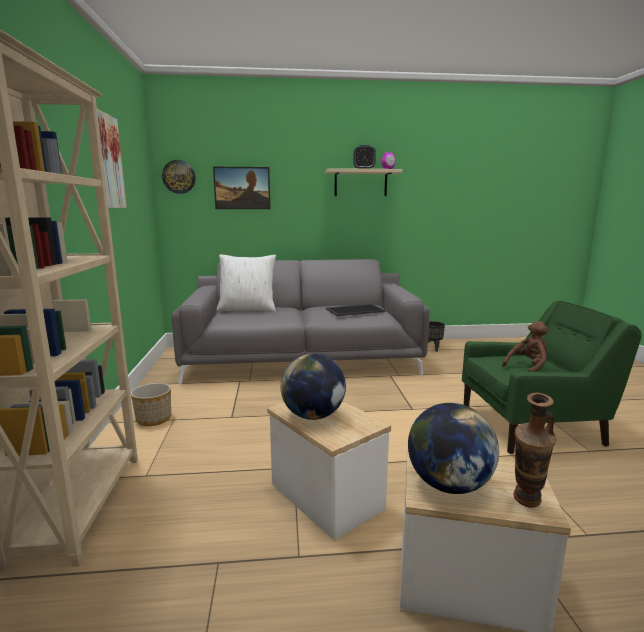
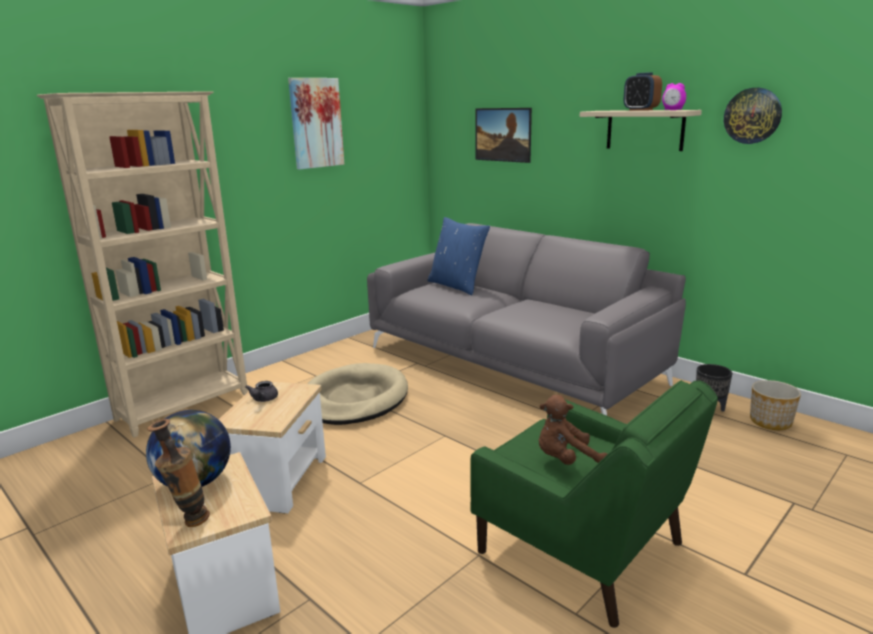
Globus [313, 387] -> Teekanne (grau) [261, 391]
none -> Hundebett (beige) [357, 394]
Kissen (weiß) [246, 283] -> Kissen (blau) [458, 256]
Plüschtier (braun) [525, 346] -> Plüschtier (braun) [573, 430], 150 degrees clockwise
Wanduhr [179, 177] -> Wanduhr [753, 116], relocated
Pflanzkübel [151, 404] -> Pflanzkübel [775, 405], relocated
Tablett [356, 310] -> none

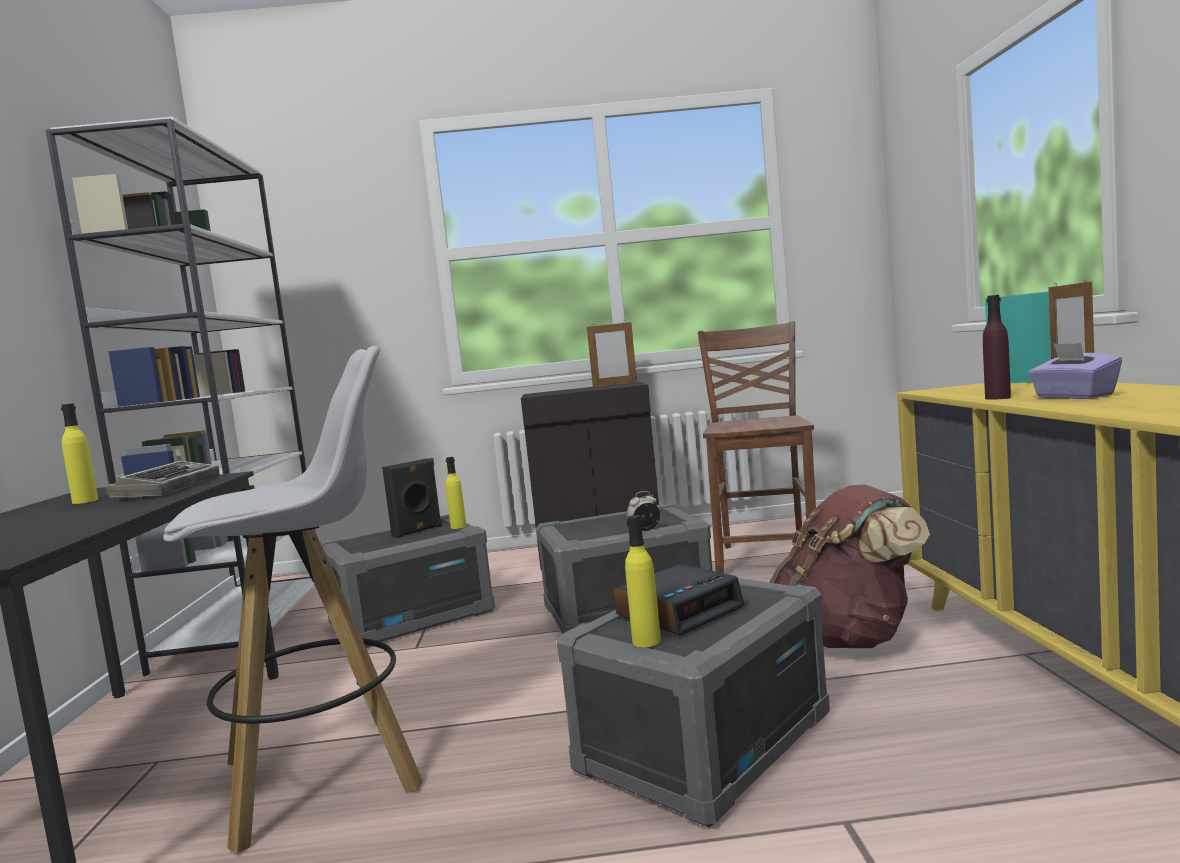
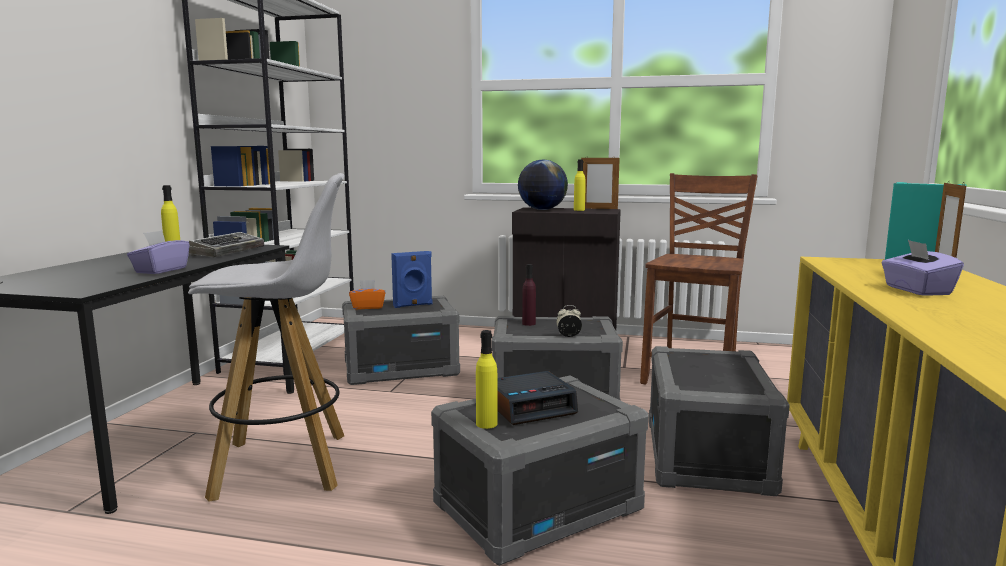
none -> Taschentuchbox (lila) [158, 252]
none -> Taschentuchbox (orange) [367, 294]
Lautsprecher (schwarz) [412, 498] -> Lautsprecher (blau) [412, 279]
none -> Globus [543, 184]
Flasche (lila) [997, 347] -> Flasche (lila) [529, 295], relocated
Flasche (gelb) [456, 493] -> Flasche (gelb) [580, 185], relocated
Rucksack (braun) [849, 566] -> Aufbewahrungsbox (grau) [719, 421]

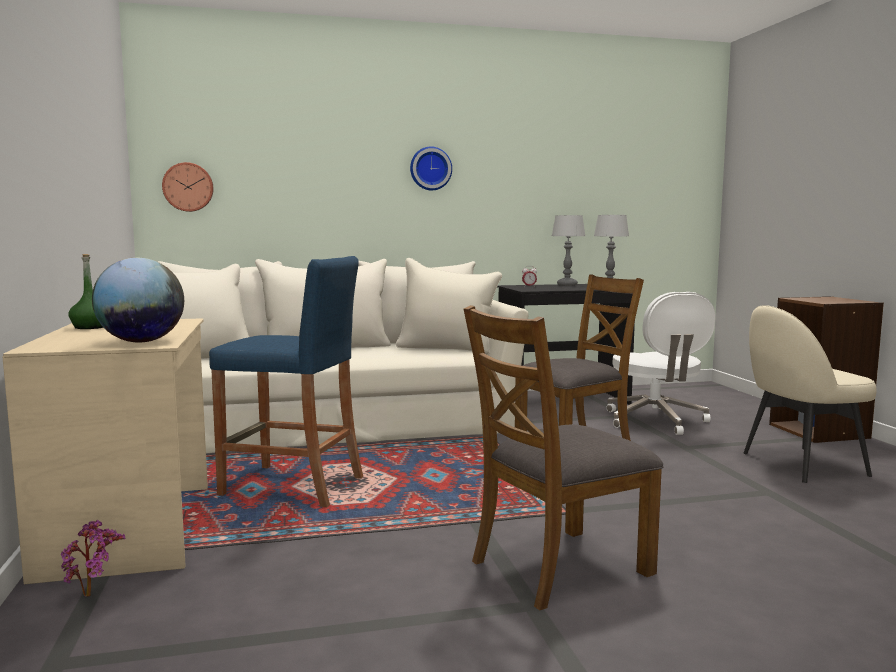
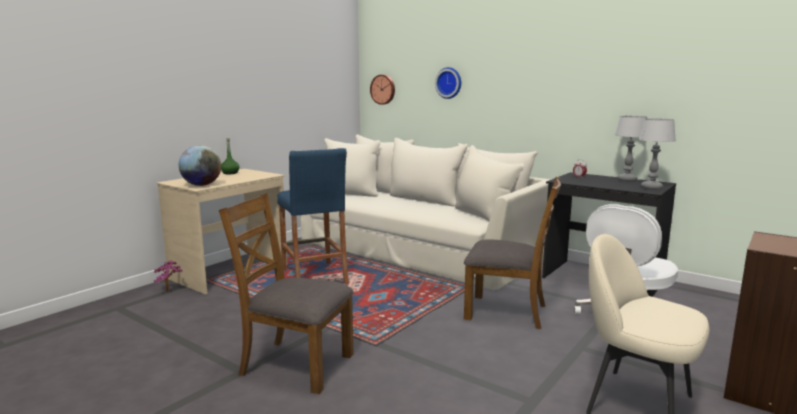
Wanduhr [431, 168] -> Wanduhr [448, 83], relocated

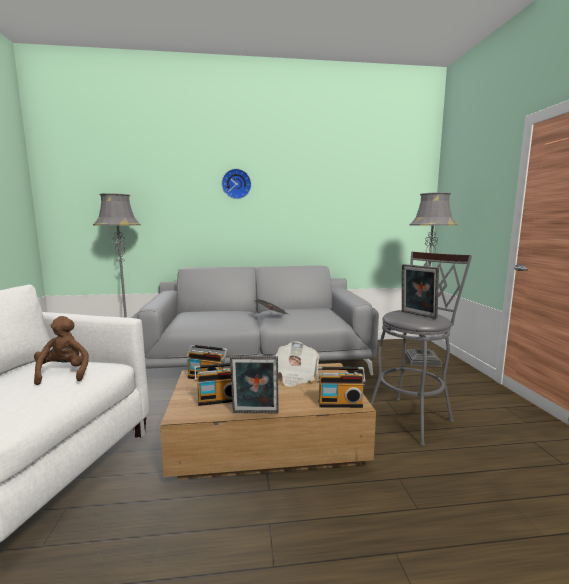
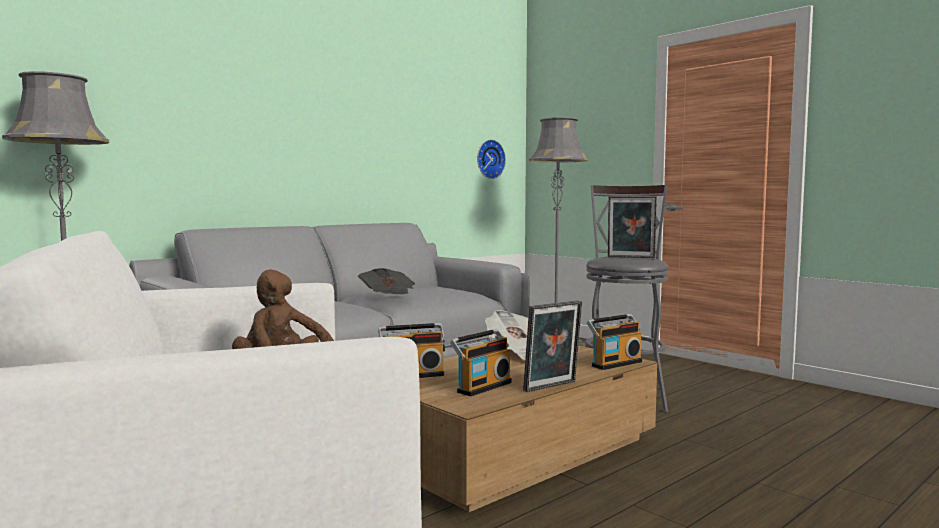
Wanduhr [236, 184] -> Wanduhr [491, 159], relocated

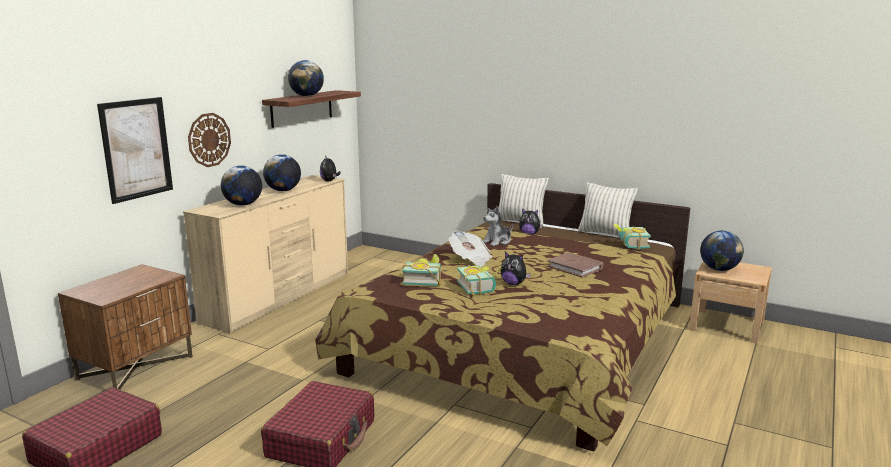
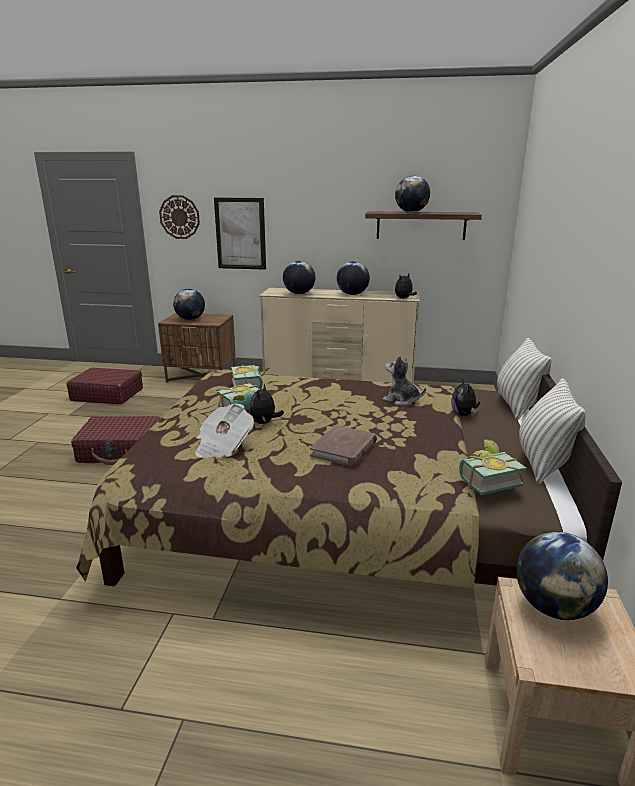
Wanduhr [209, 140] -> Wanduhr [179, 217], relocated
none -> Globus [189, 304]
Zeitung [470, 248] -> Zeitung [224, 430], relocated

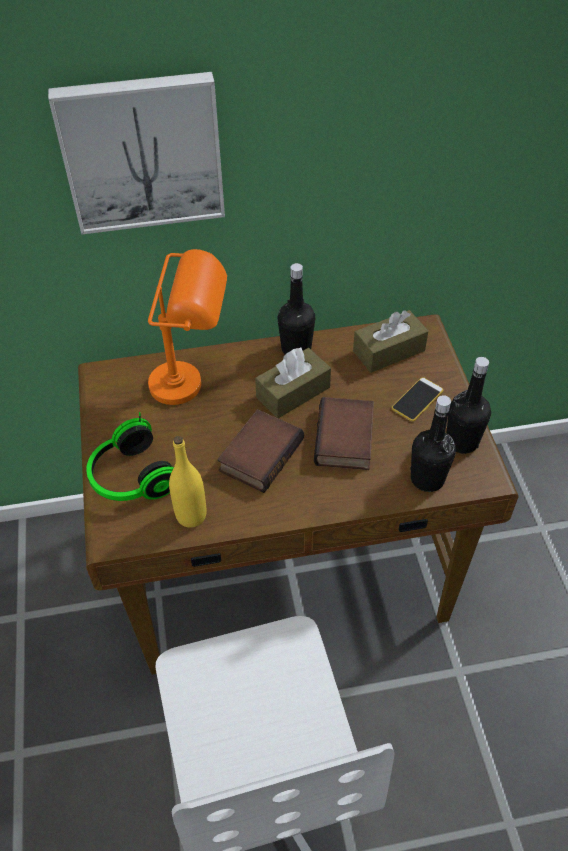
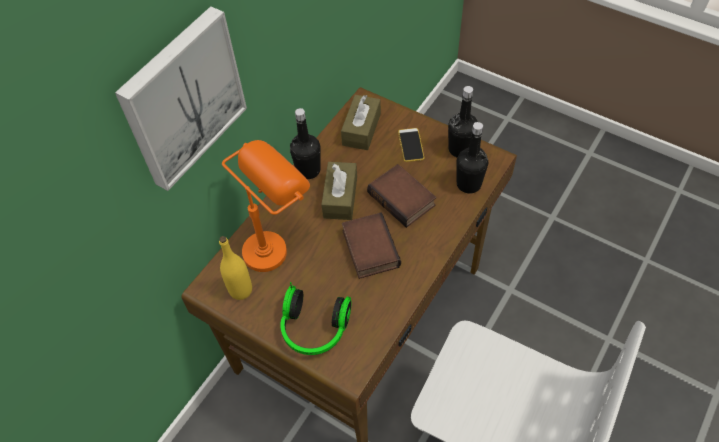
Flasche (gelb) [187, 482] -> Flasche (gelb) [235, 268], relocated

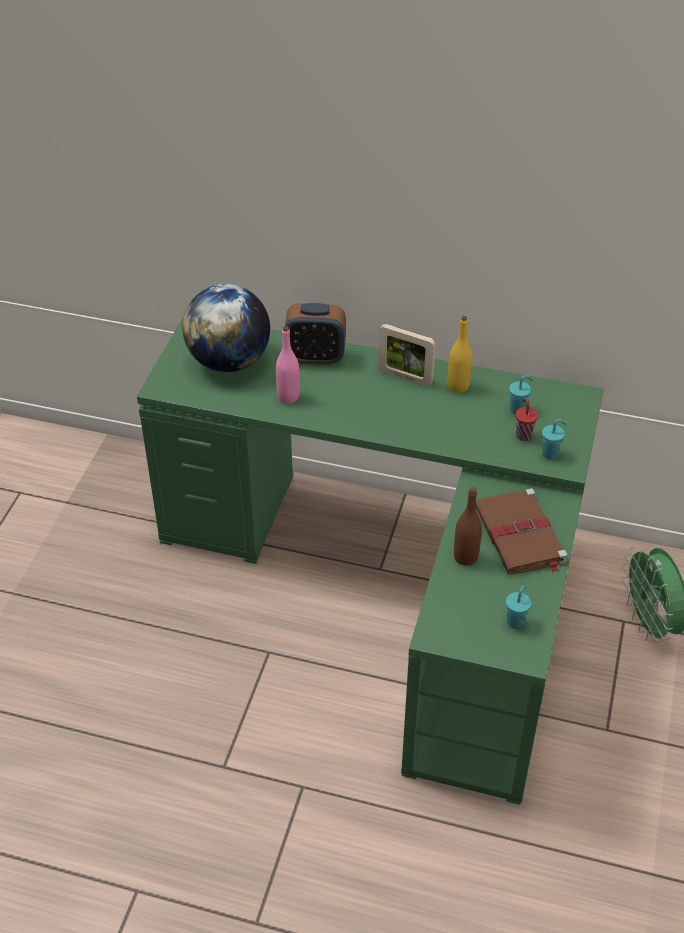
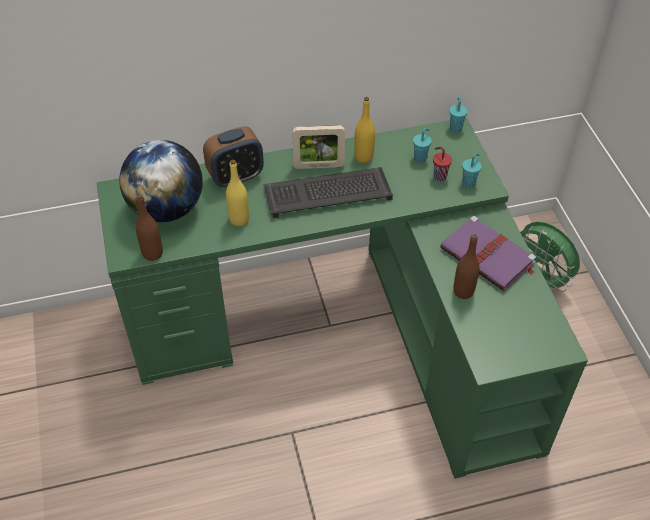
none -> Flasche (braun) [149, 227]
Flasche (rosa) [288, 365] -> Flasche (gelb) [237, 193]
none -> Tastatur [328, 192]
Buch (braun) [521, 531] -> Buch (lila) [488, 253]
Tasse (türkis) [518, 607] -> Tasse (türkis) [458, 115], relocated

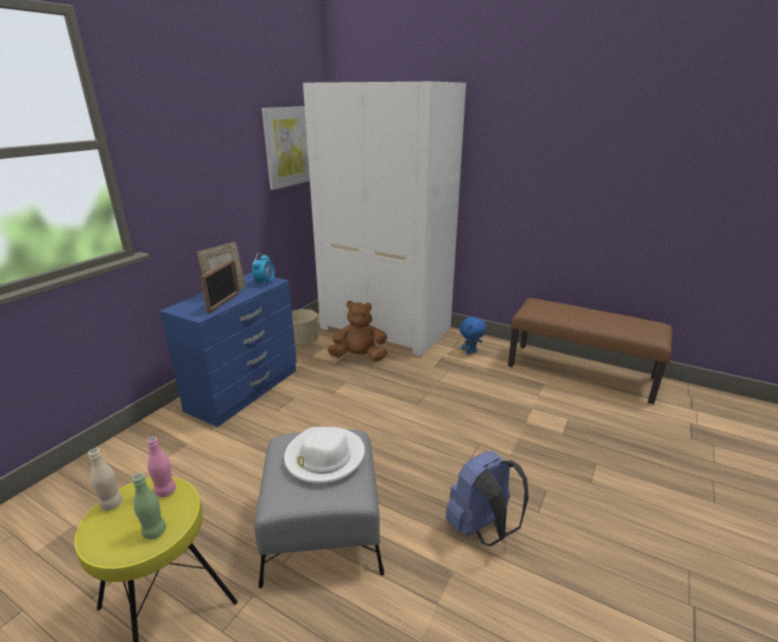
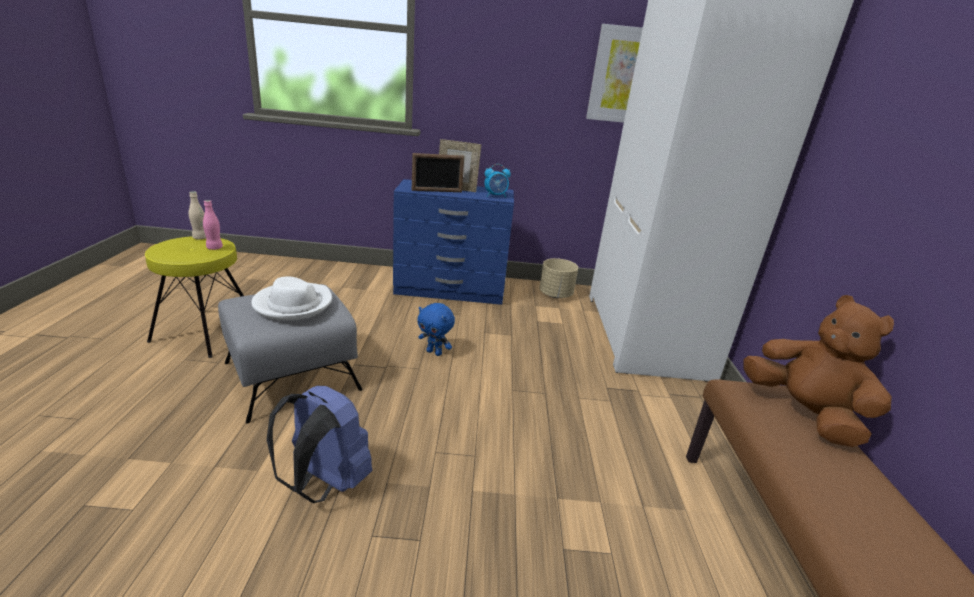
Plüschtier (blau) [473, 335] -> Plüschtier (blau) [436, 329], relocated
Plüschtier (braun) [357, 331] -> Plüschtier (braun) [818, 371], relocated
Flasche (grün) [149, 506] -> none

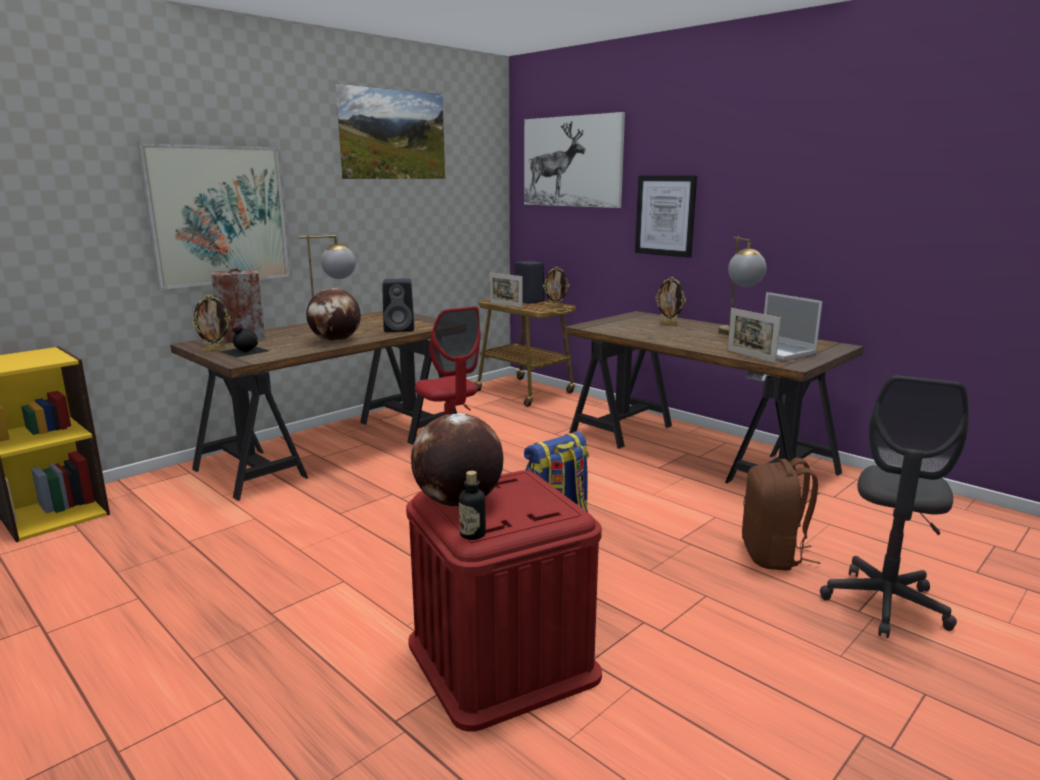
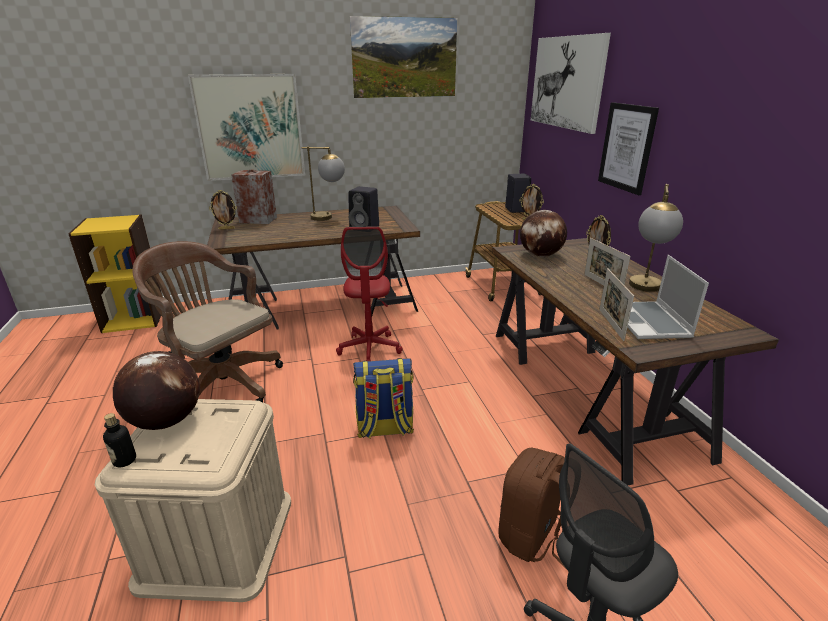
Aufbewahrungsbox (rot) [504, 601] -> Aufbewahrungsbox (beige) [193, 500]
none -> Bürostuhl (braun) [207, 321]
Globus [333, 315] -> Globus [543, 233], relocated
Bilderrahmen [506, 290] -> Bilderrahmen [607, 262], relocated
Flasche (schwarz) [244, 341] -> none

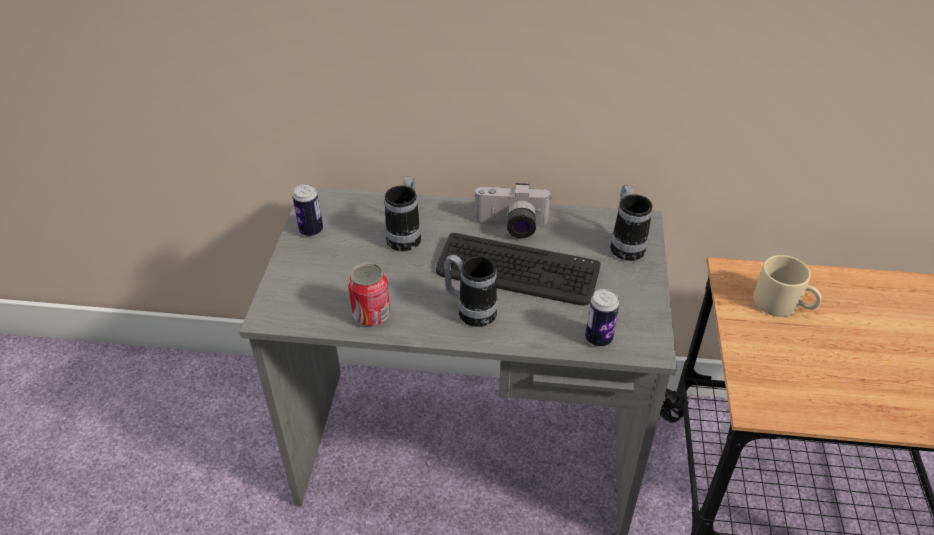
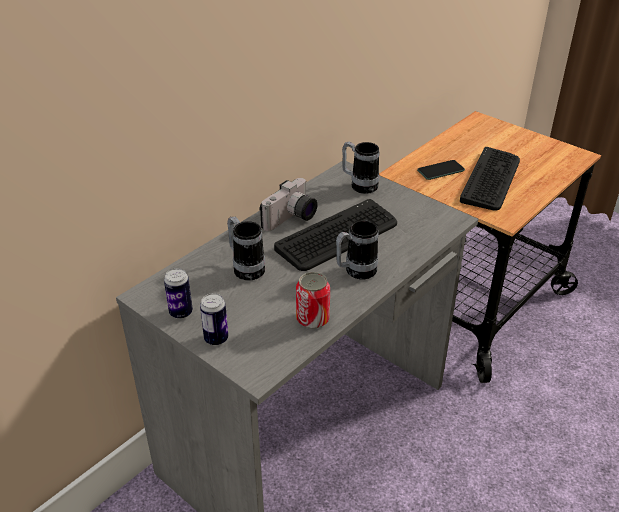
Dose [602, 317] -> Dose [214, 319], relocated
Henkelbecher (beige) [787, 286] -> Handy [441, 170]
none -> Tastatur [490, 179]

